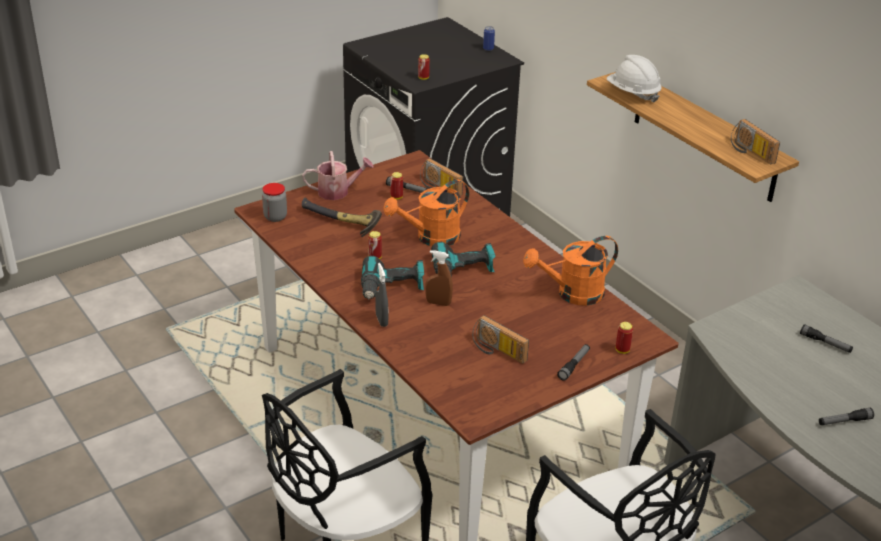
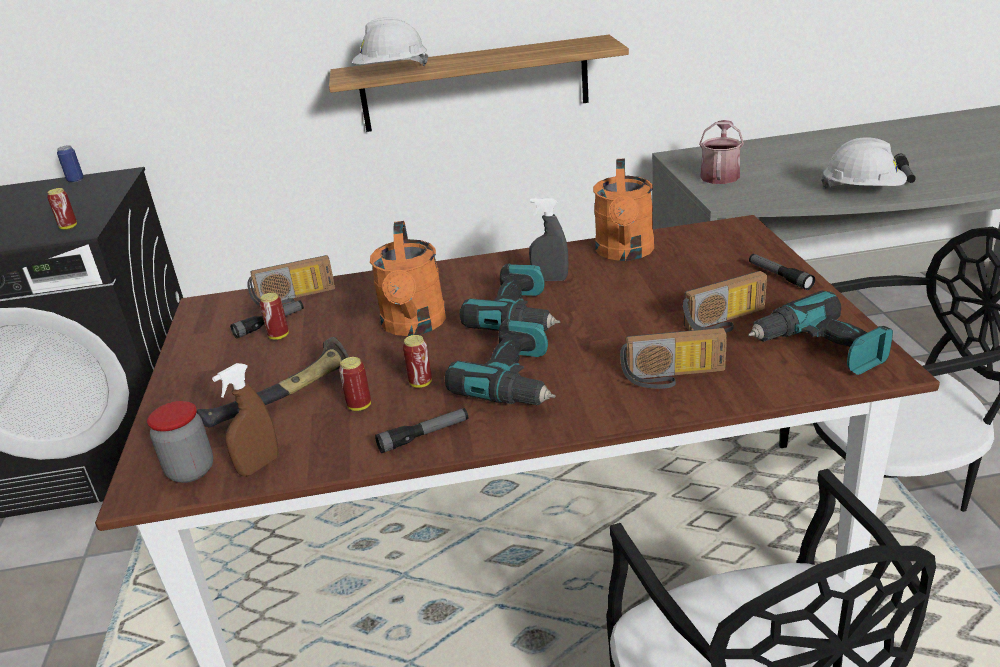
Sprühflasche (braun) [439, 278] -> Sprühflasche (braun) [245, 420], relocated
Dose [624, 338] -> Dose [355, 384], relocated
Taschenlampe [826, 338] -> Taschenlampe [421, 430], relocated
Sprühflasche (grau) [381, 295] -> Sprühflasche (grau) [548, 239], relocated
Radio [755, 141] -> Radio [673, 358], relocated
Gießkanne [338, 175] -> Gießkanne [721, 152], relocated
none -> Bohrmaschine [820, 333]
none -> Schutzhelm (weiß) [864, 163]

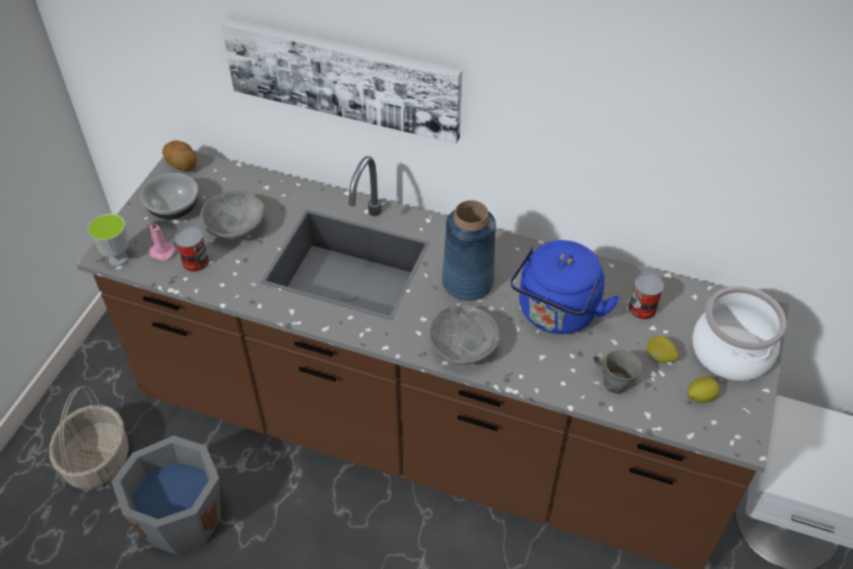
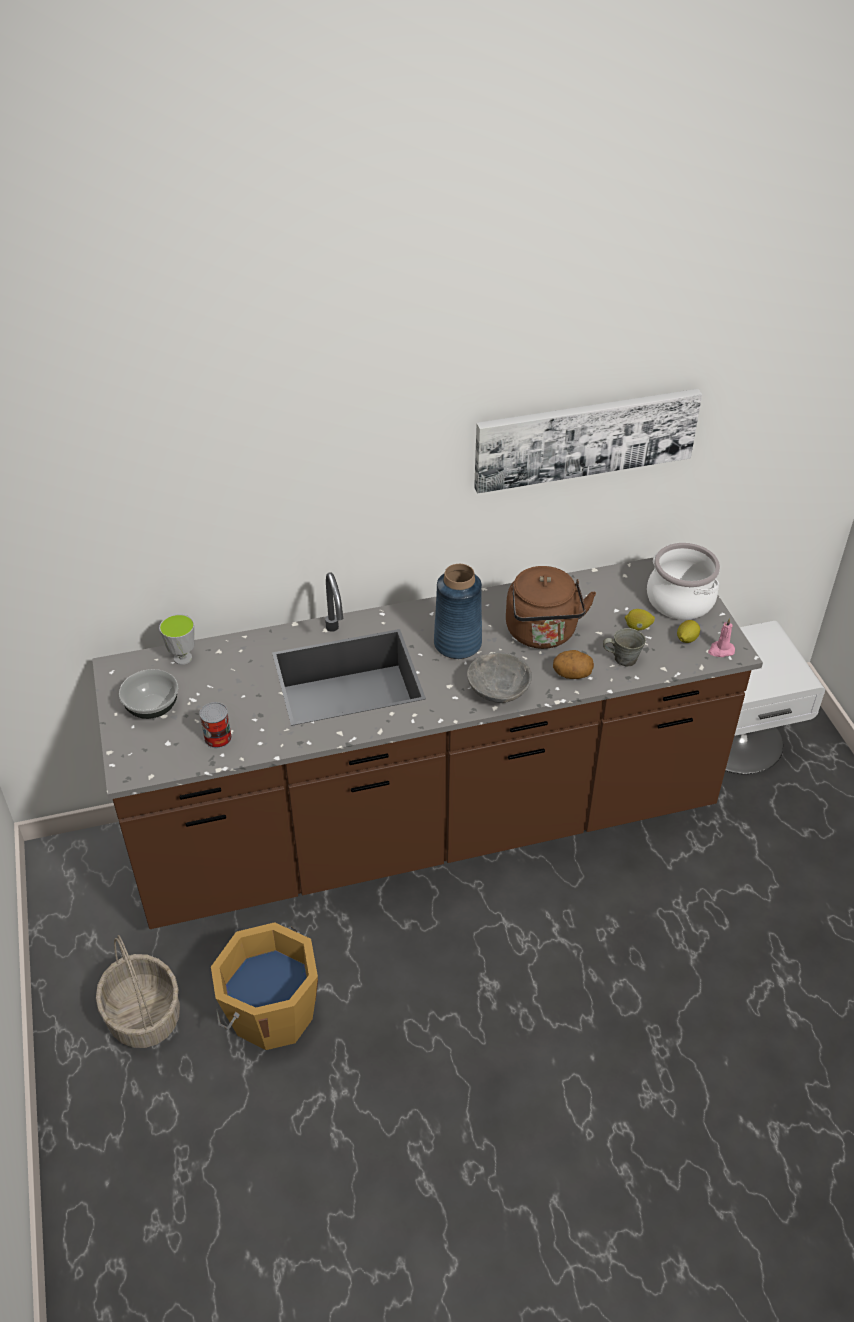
Tasse [108, 240] -> Tasse [177, 639], relocated
Eimer (grau) [167, 495] -> Eimer (orange) [264, 986]
Bild [341, 81] -> Bild [588, 441], relocated
Wasserkessel (blau) [565, 287] -> Wasserkessel (braun) [551, 607]
Kartoffel [179, 155] -> Kartoffel [573, 664], relocated
Kerze (rosa) [162, 240] -> Kerze (rosa) [721, 637], relocated
Schüssel (grau) [232, 215] -> none
Dose [646, 296] -> none

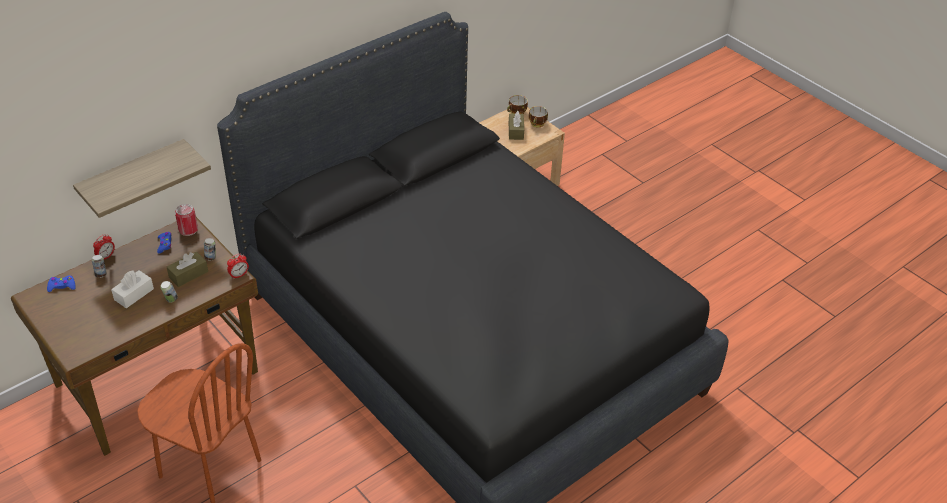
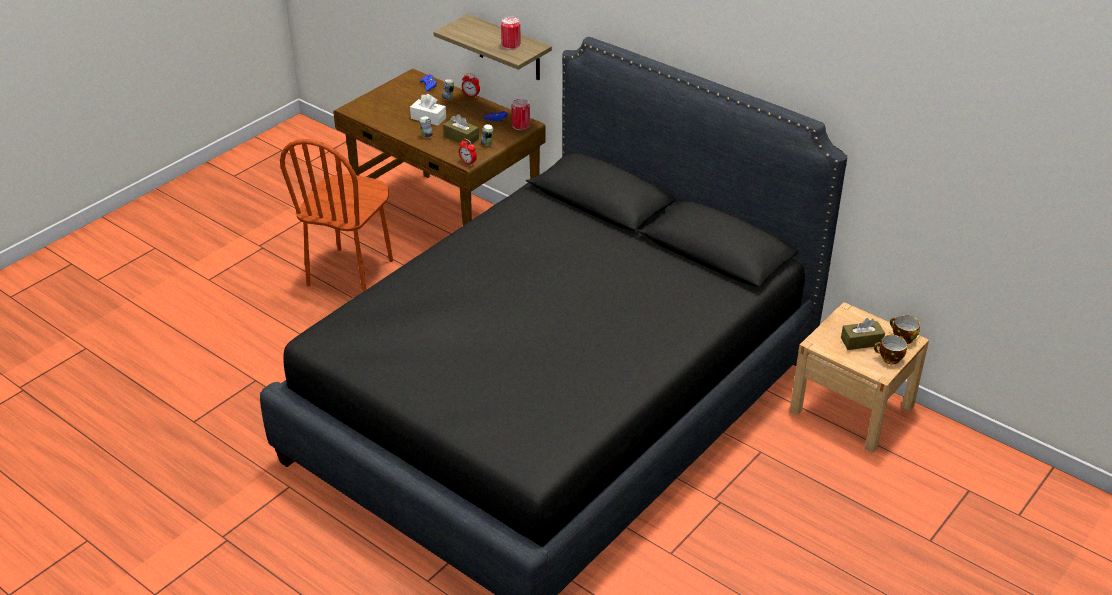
none -> Dose [511, 32]

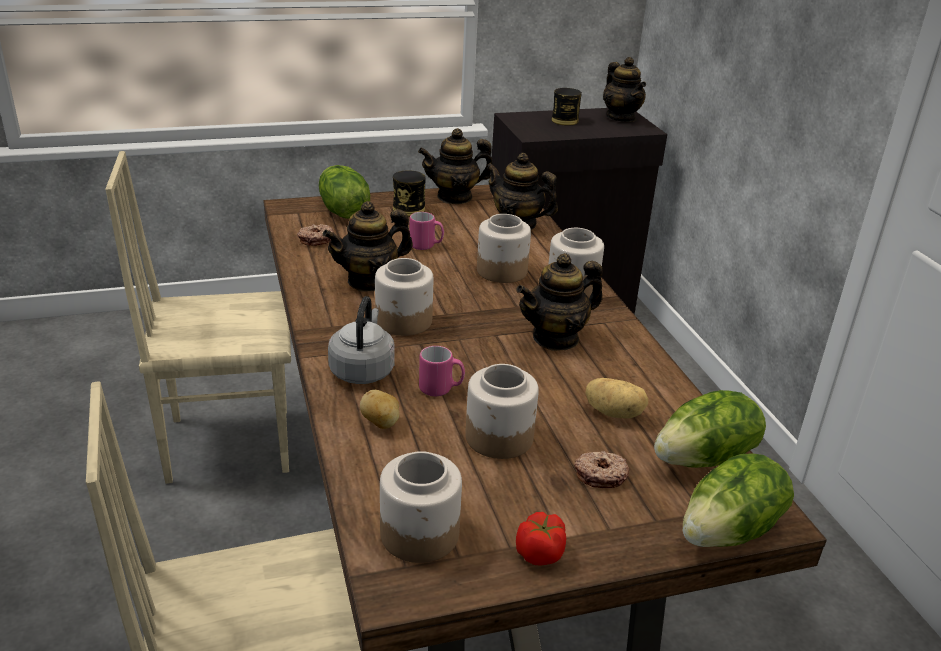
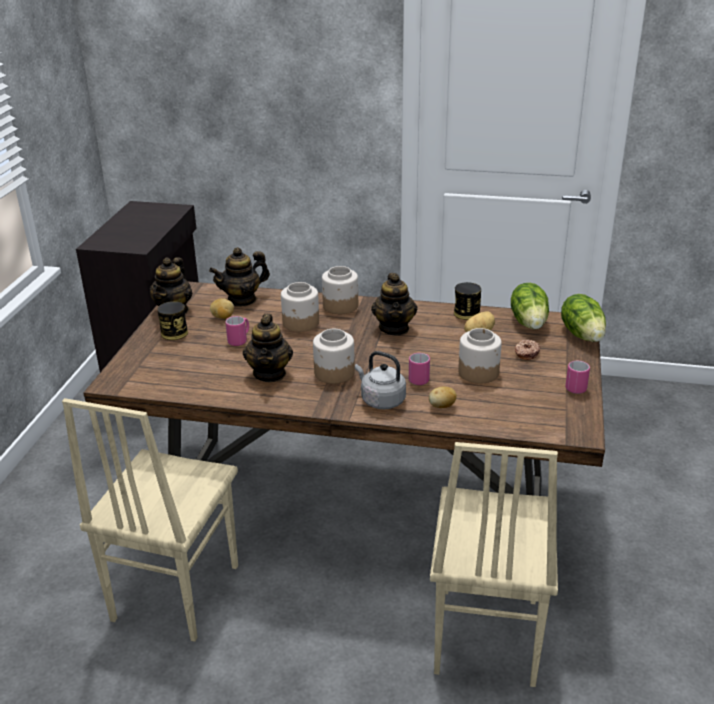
none -> Kartoffel [222, 308]
Dose [567, 107] -> Dose [467, 301], relocated
Tomate [541, 539] -> Henkelbecher (rosa) [578, 377]
Donut [315, 235] -> none
Salatkopf [344, 192] -> none
Vorratsglas [421, 507] -> none
Teekanne [624, 89] -> none

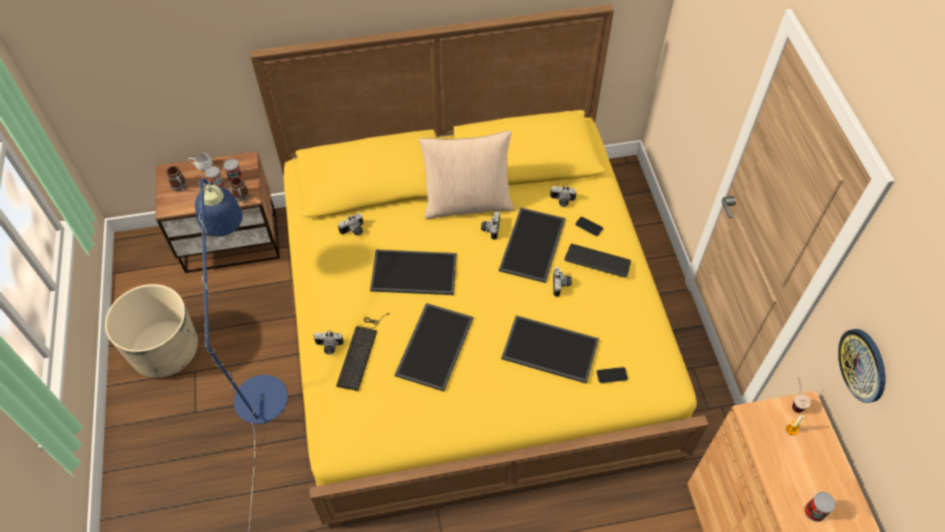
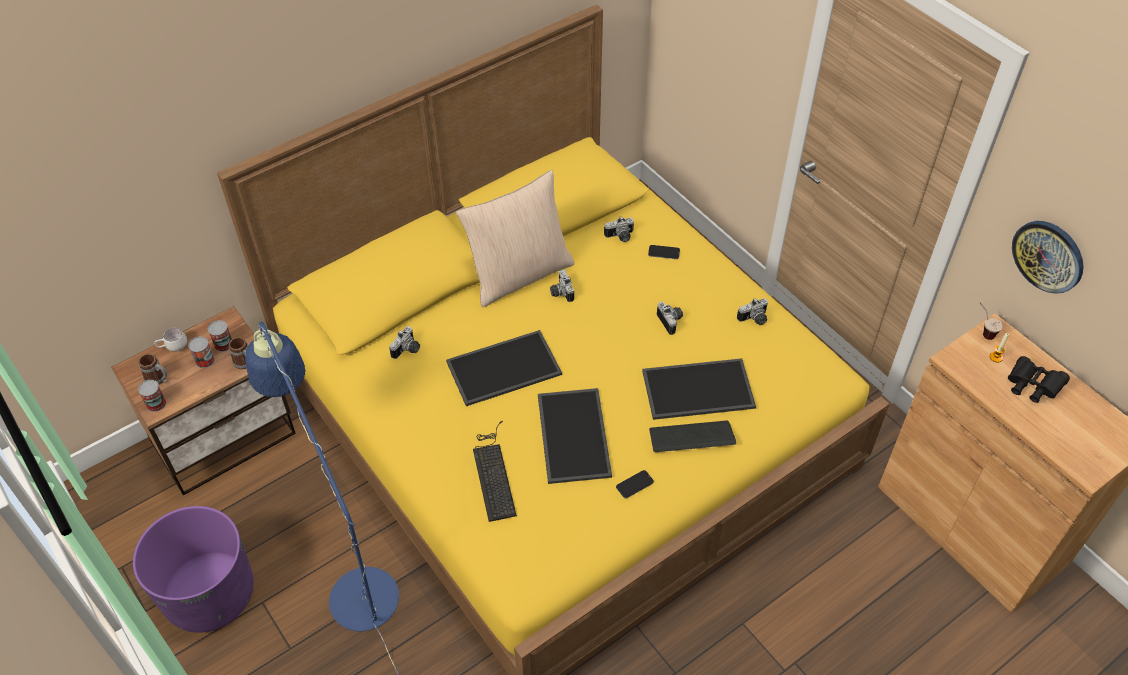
Pflanzkübel (beige) [151, 331] -> Pflanzkübel (lila) [193, 569]
Dose [820, 507] -> Dose [152, 396], relocated
Handy [612, 375] -> Handy [635, 484], relocated
Tastatur [597, 261] -> Tastatur [692, 436], relocated
Kamera [329, 343] -> Kamera [752, 311], relocated
none -> Fernglas (schwarz) [1039, 379]
Tablett [532, 245] -> none

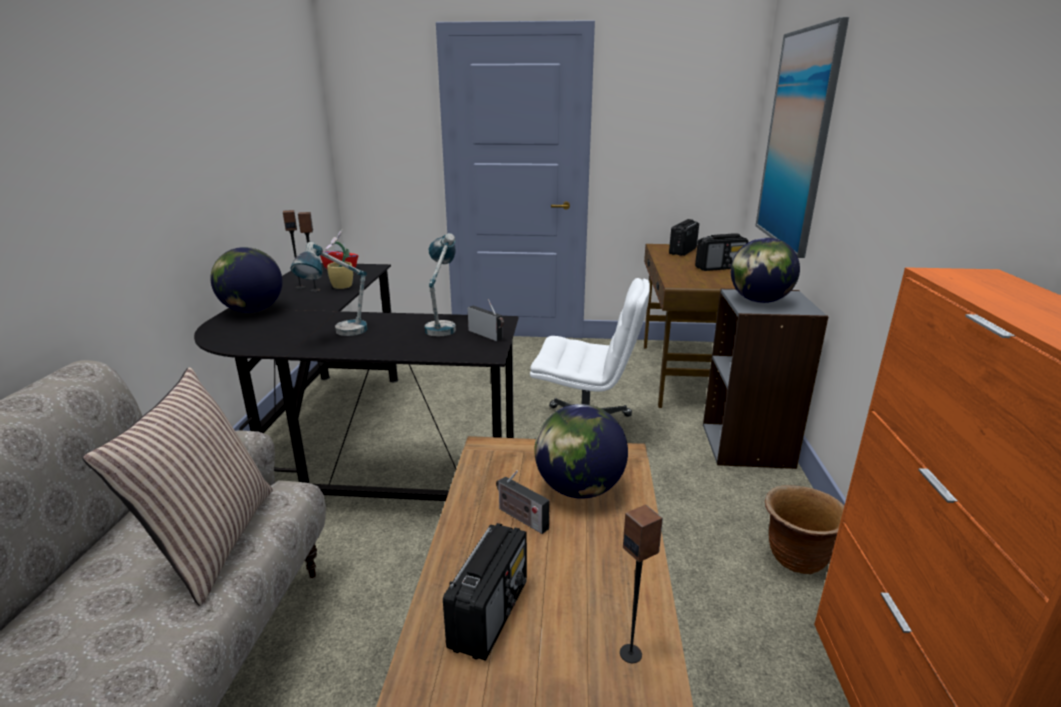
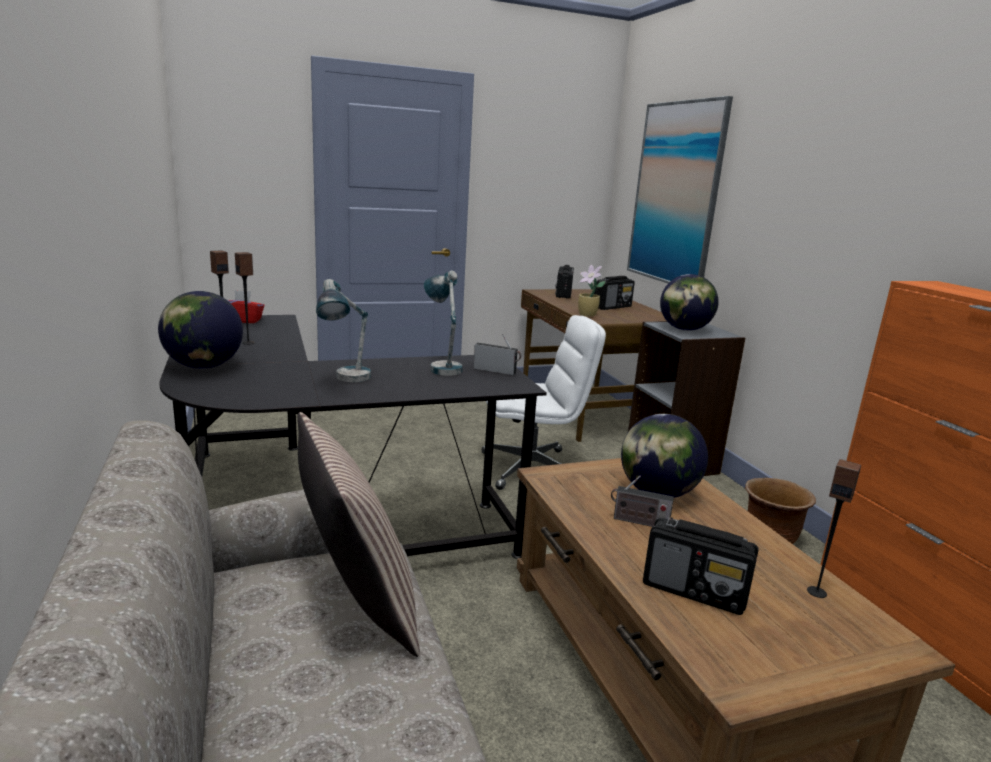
Topfpflanze [339, 259] -> Topfpflanze [592, 291], relocated
Radio [485, 592] -> Radio [701, 566], 120 degrees clockwise

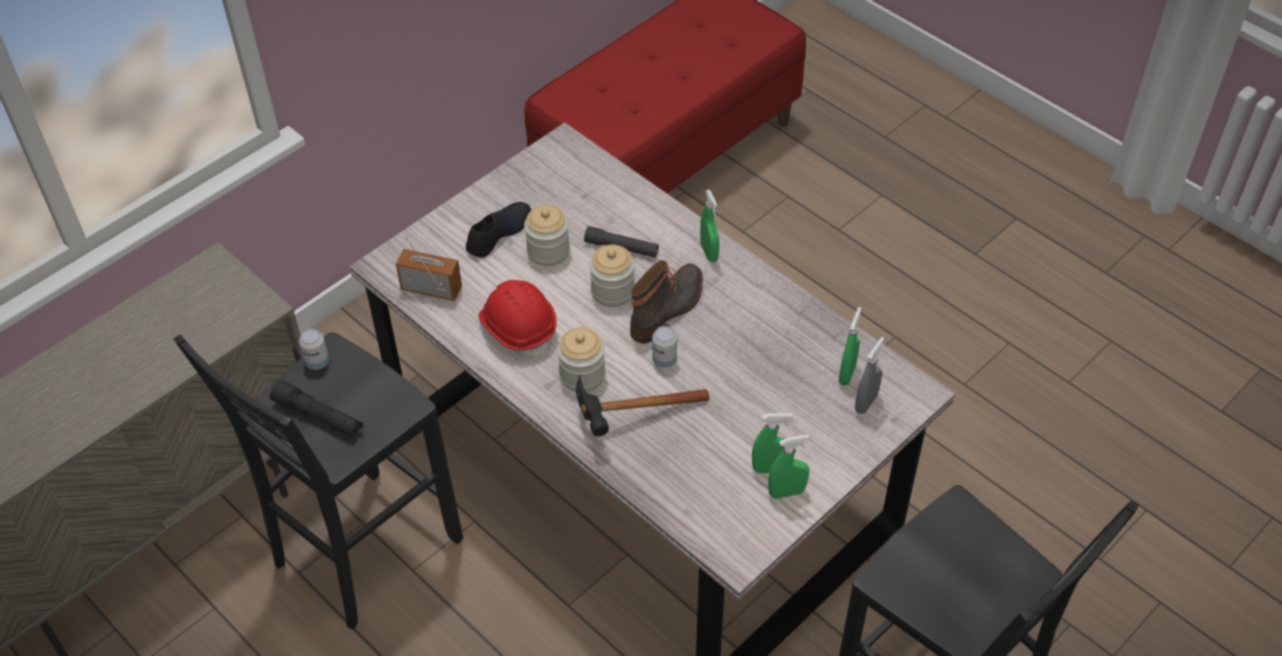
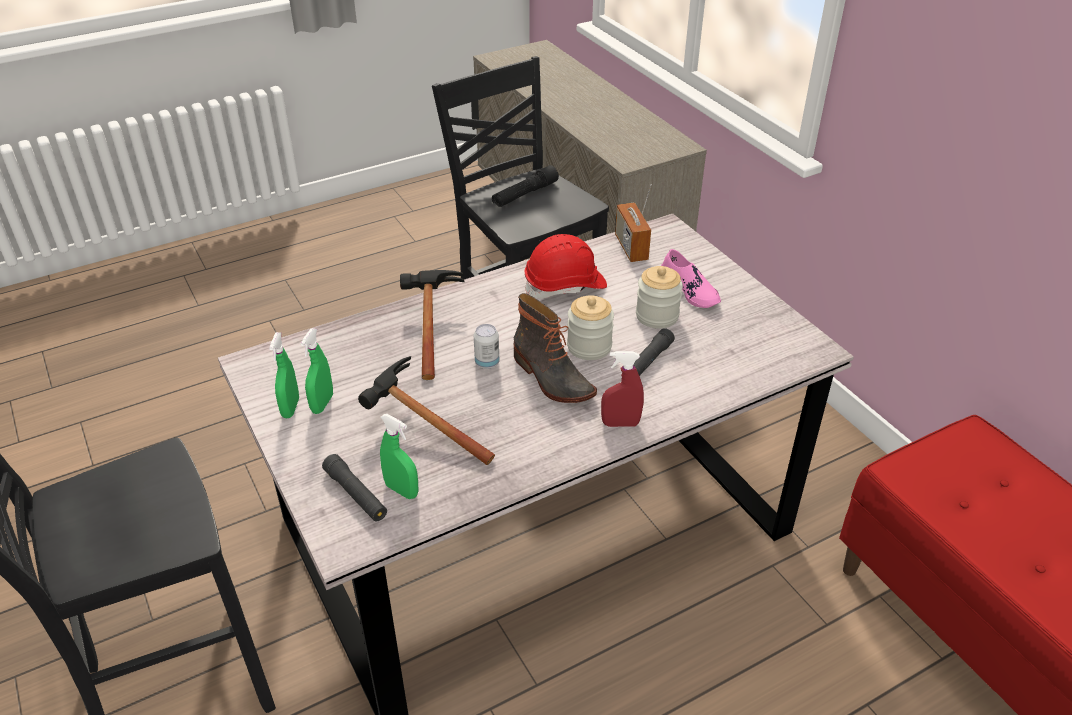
Sprühflasche (grau) [869, 375] -> Taschenlampe (schwarz) [354, 488]
none -> Hammer [426, 410]
Sprühflasche (grün) [709, 226] -> Sprühflasche (rot) [622, 389]
Radio [429, 269] -> Radio [633, 223], 135 degrees clockwise
Schuh (schwarz) [498, 230] -> Schuh (rosa) [691, 278]
Dose [314, 349] -> none
Vorratsglas [581, 360] -> none

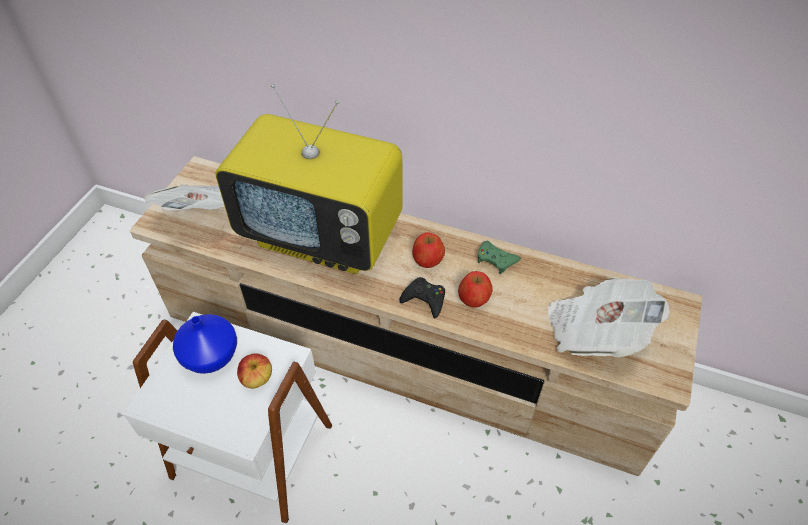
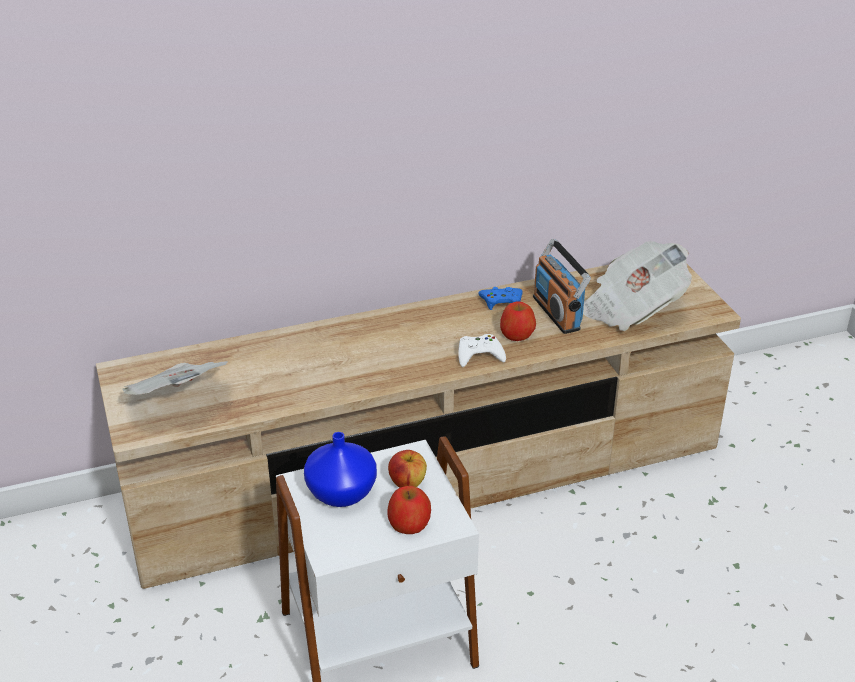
Apfel [428, 250] -> Apfel [409, 510], relocated
Gamepad (schwarz) [422, 297] -> Gamepad (weiß) [482, 350]
Gamepad (grün) [499, 257] -> Gamepad (blau) [500, 298]
none -> Radio [562, 286]
Fernseher [308, 179] -> none

